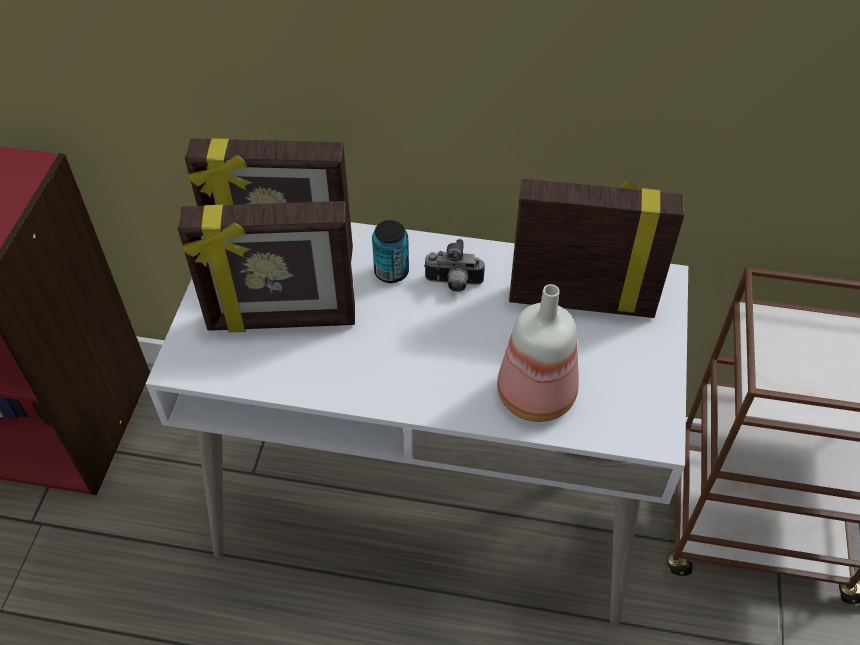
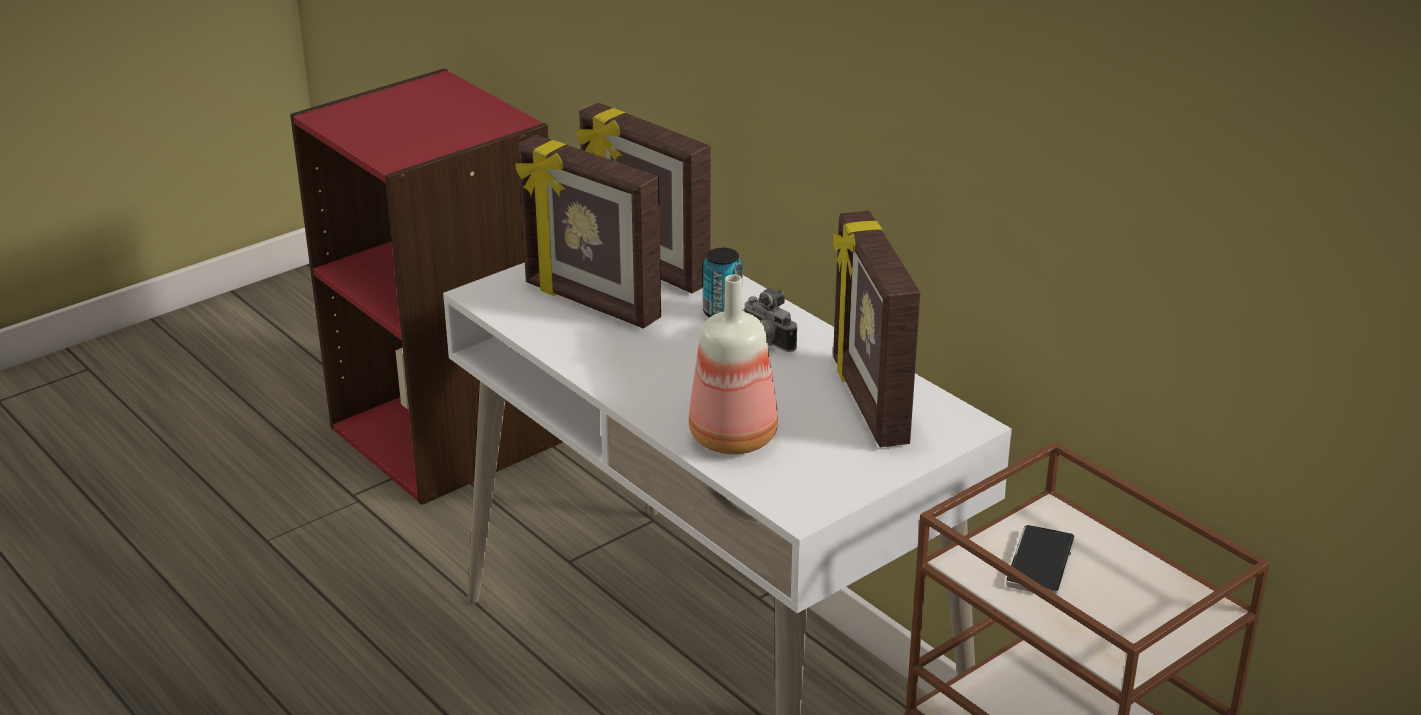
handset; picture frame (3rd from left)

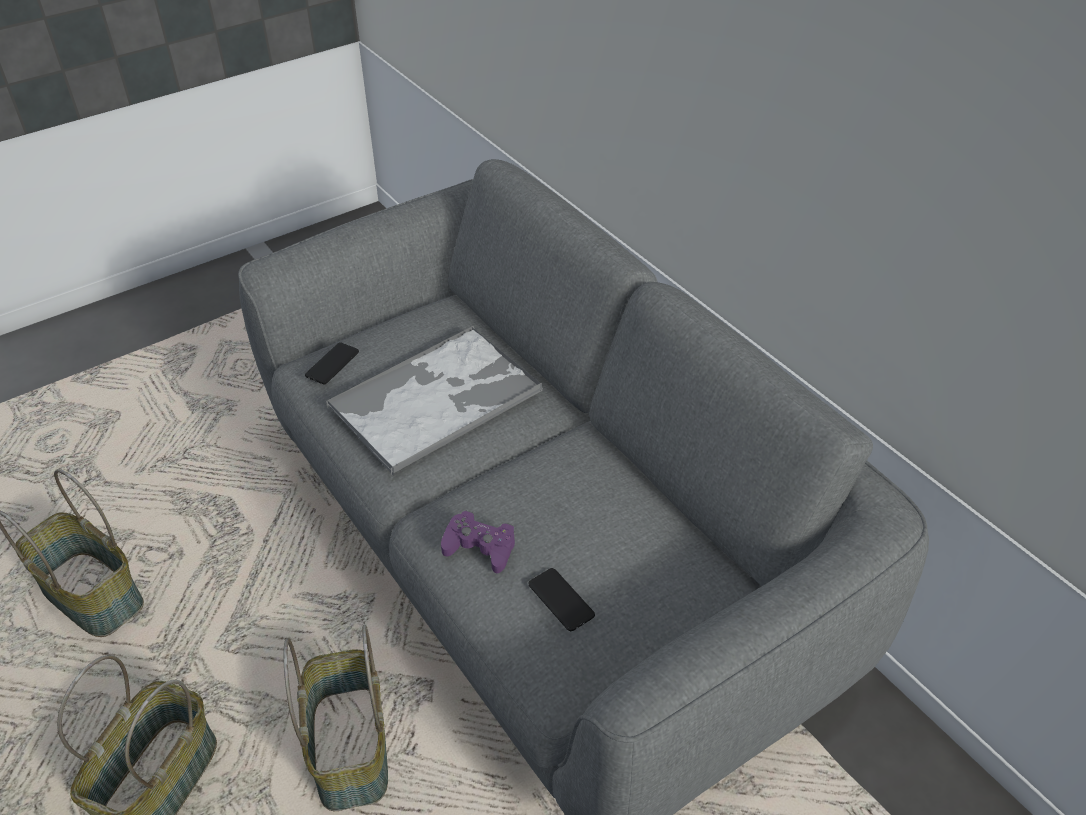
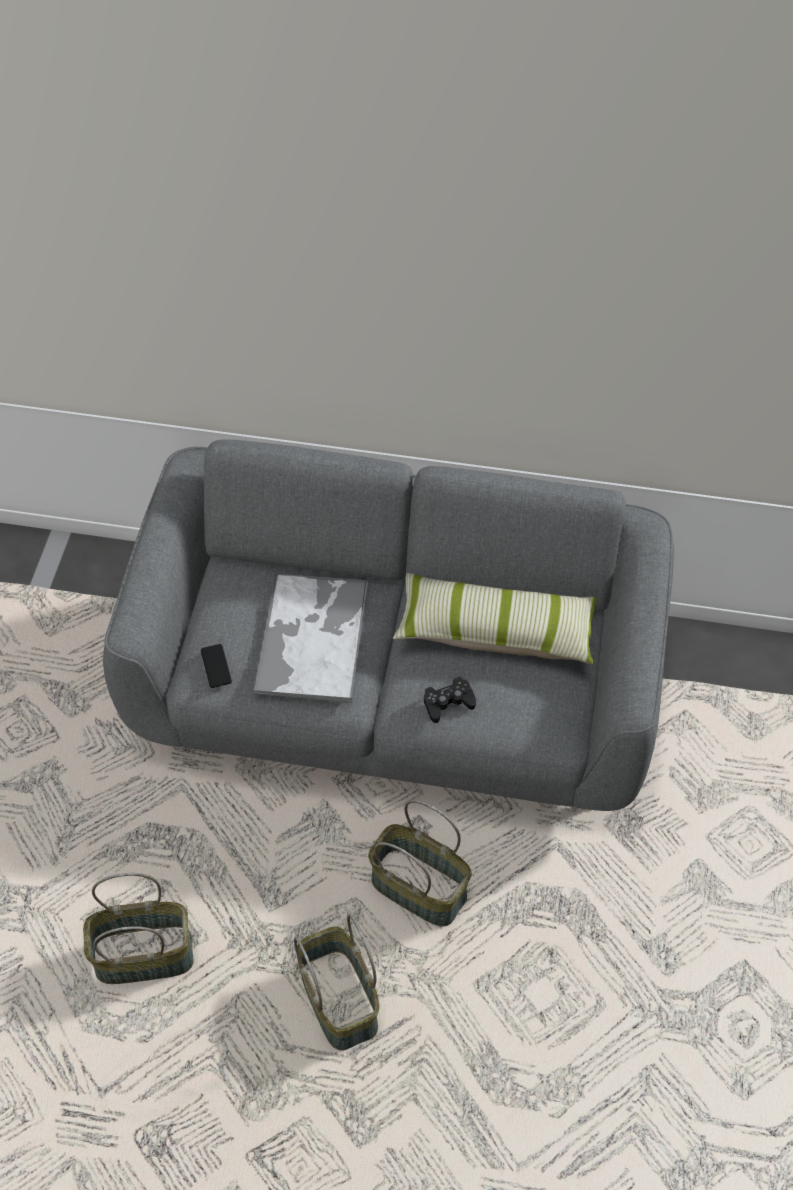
handset (2nd from left in the first image); pillow; joypad (blackish)

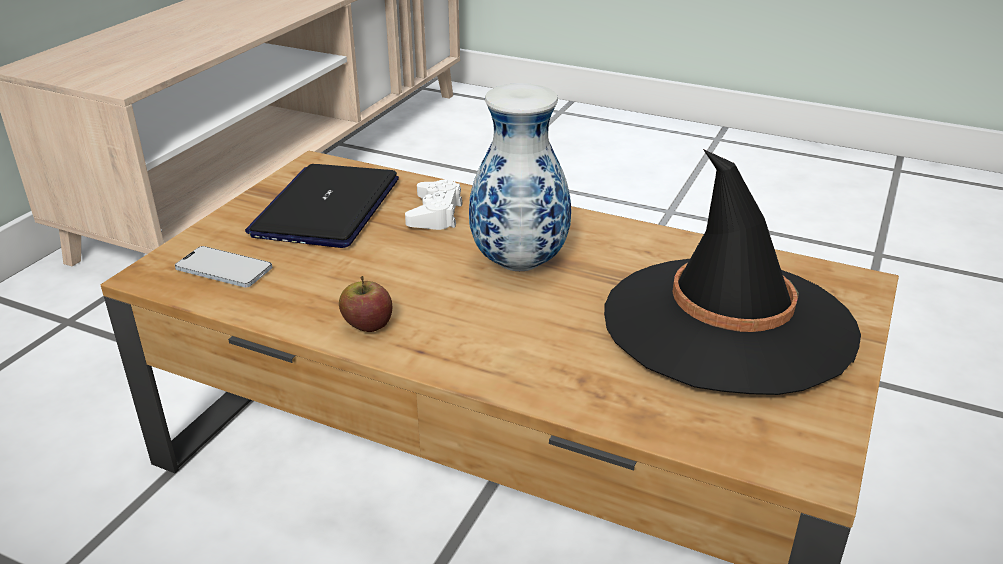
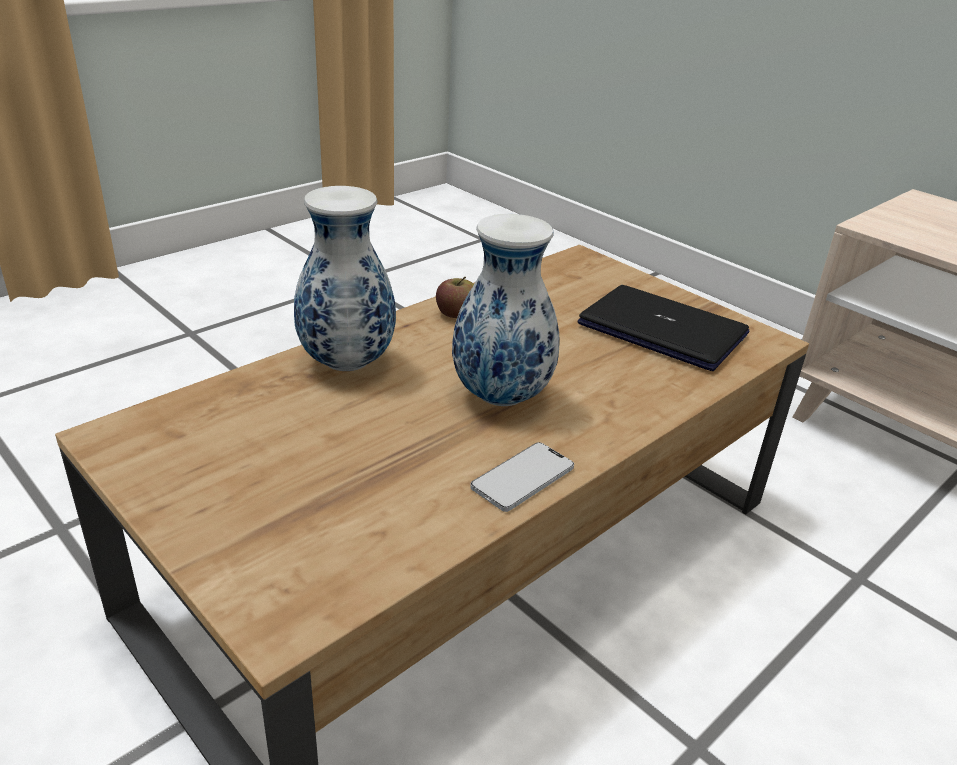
joypad (white-coloured); clothing hat (blackish); flower vase (1st from left); handset

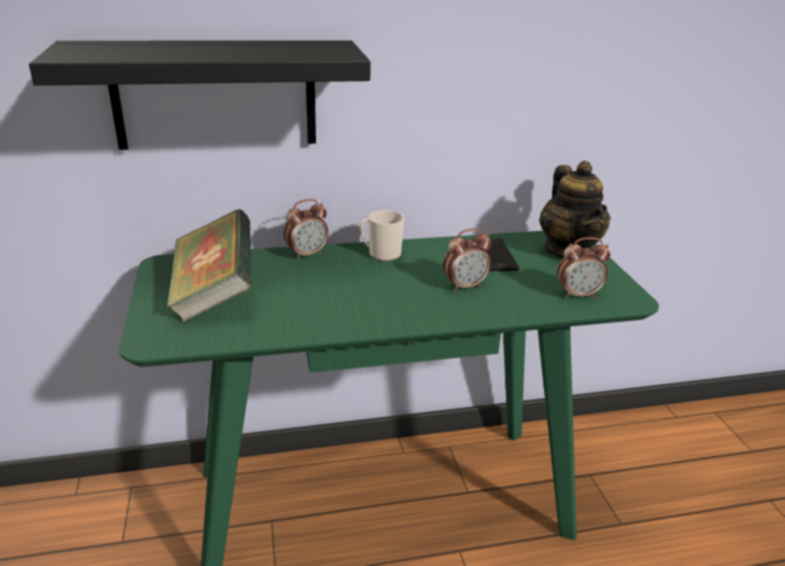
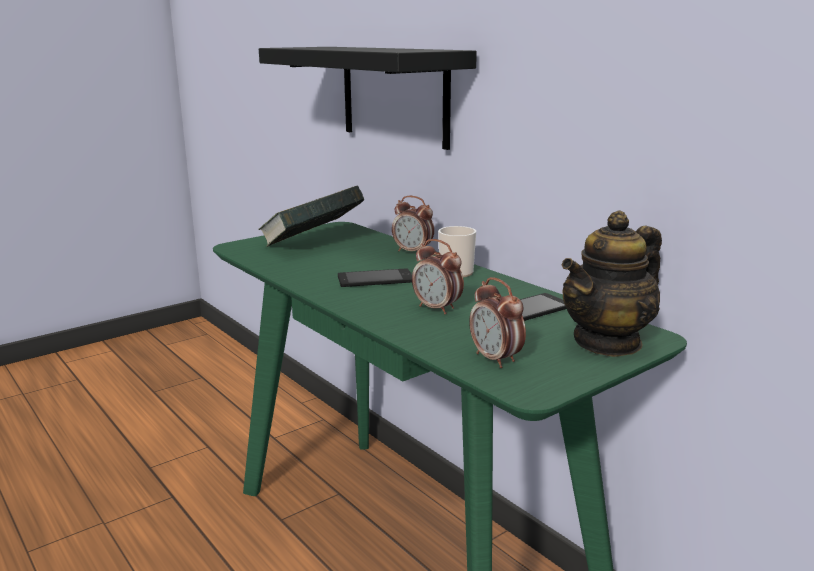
handset (1st from left)

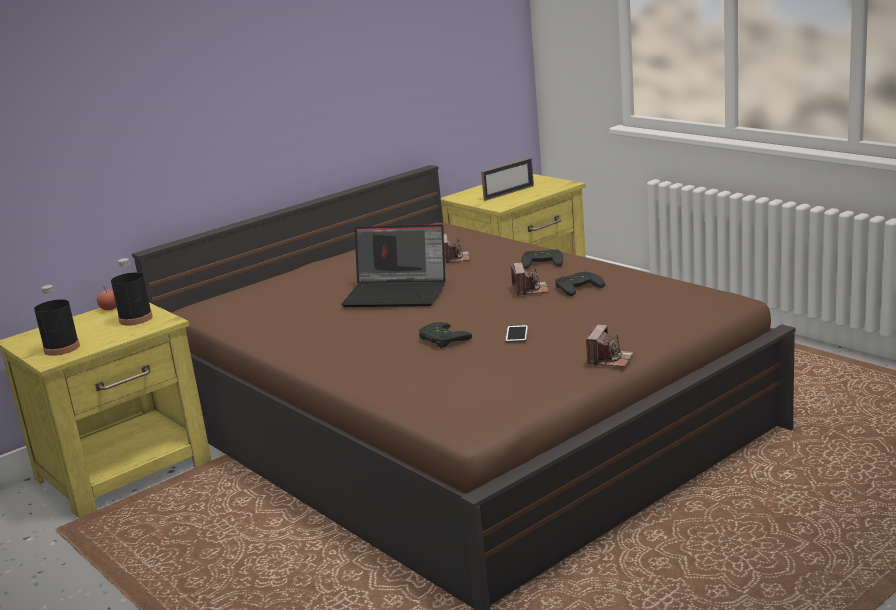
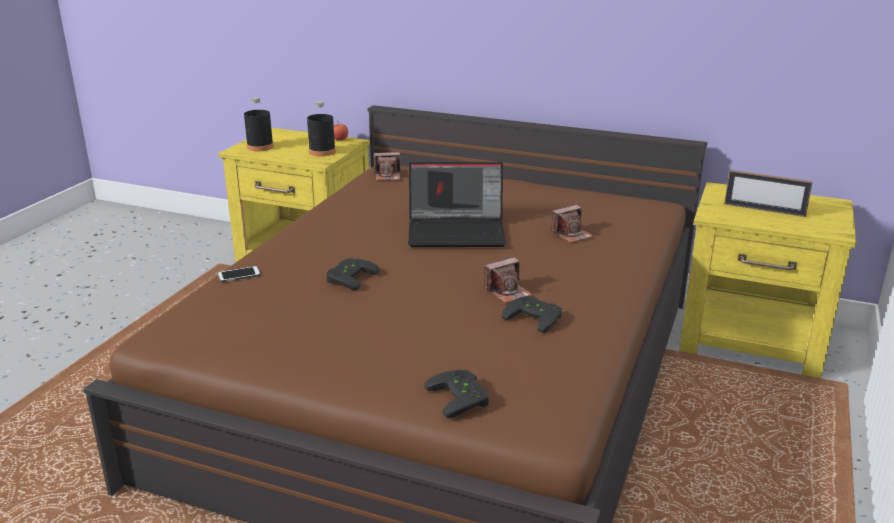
handset; joypad (blackish) (2nd from left); photo camera (1st from left); laptop

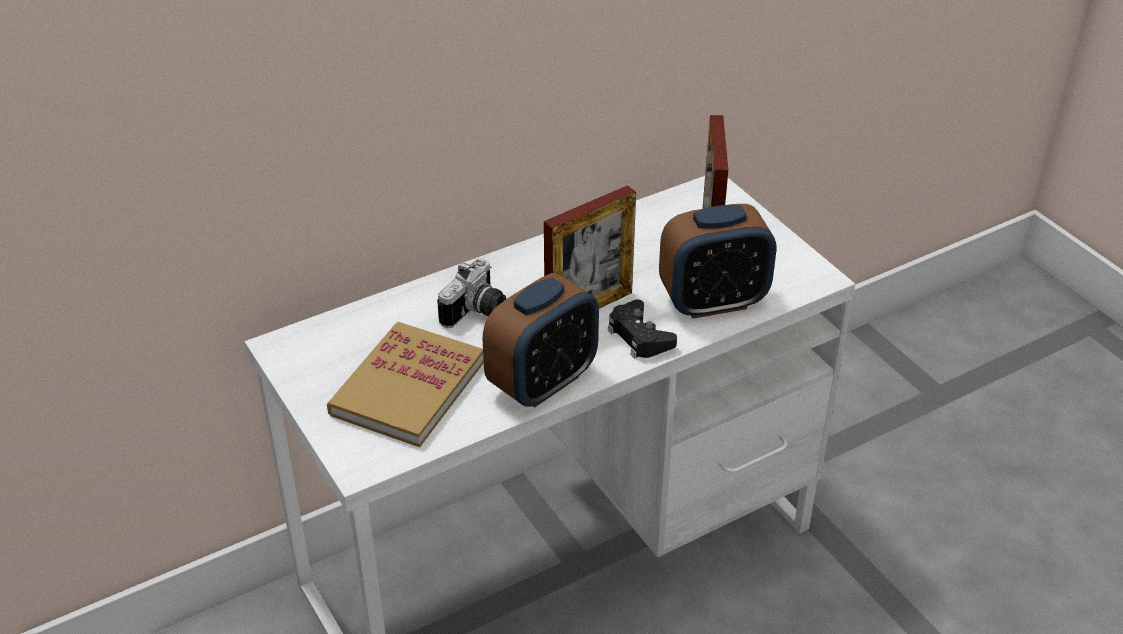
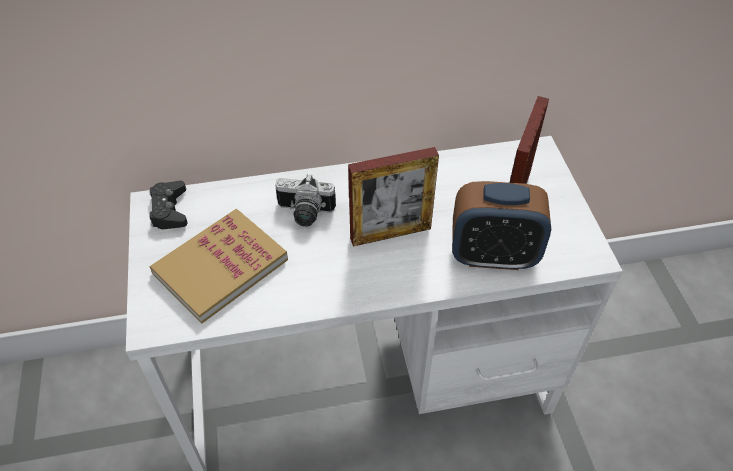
table clock (1st from left in the first image); joypad (blackish); photo camera

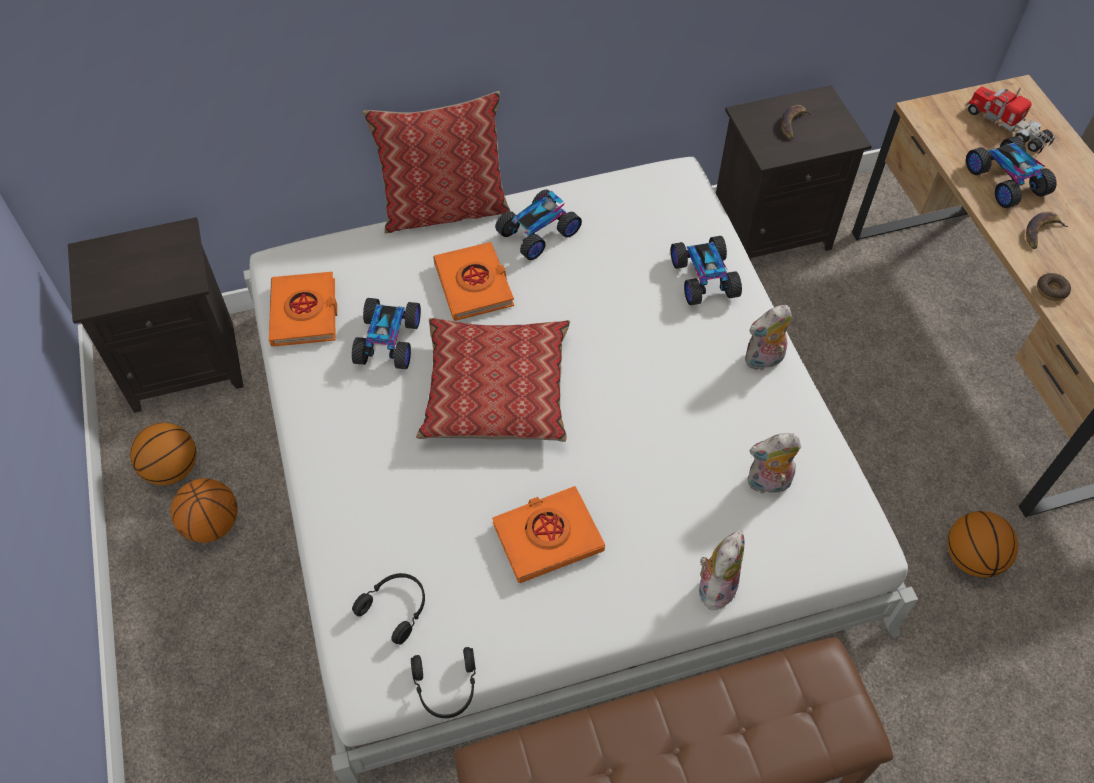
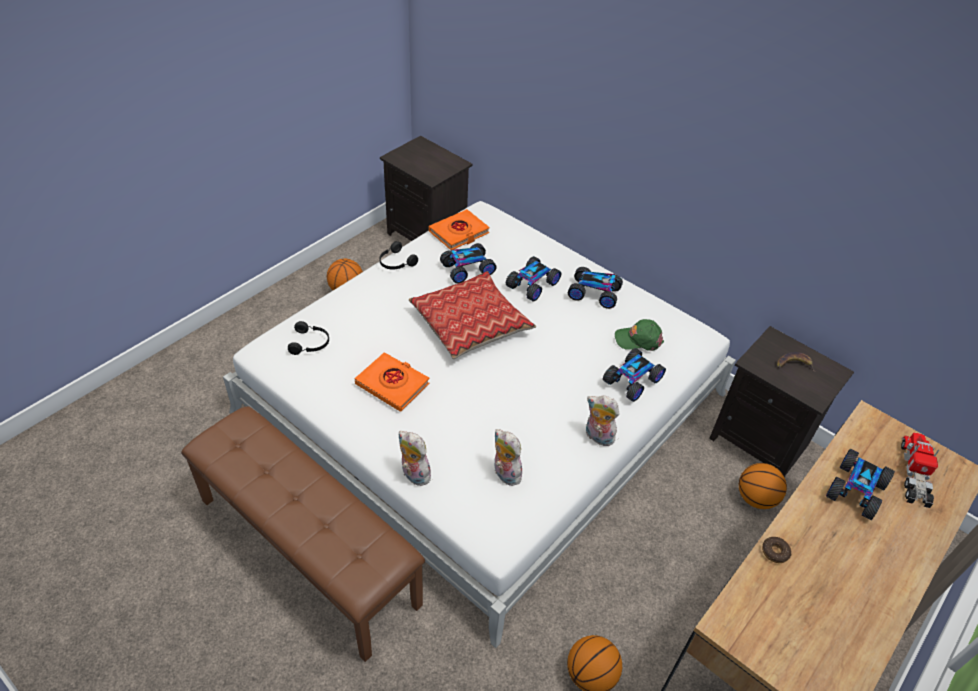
pillow (1st from left in the first image); whole banana (2nd from left in the first image); peaked cap (greenish); ball for basketball (3rd from left); headphones (blackish) (2nd from left); miniature car (2nd from left); cuddly toy (1st from left)

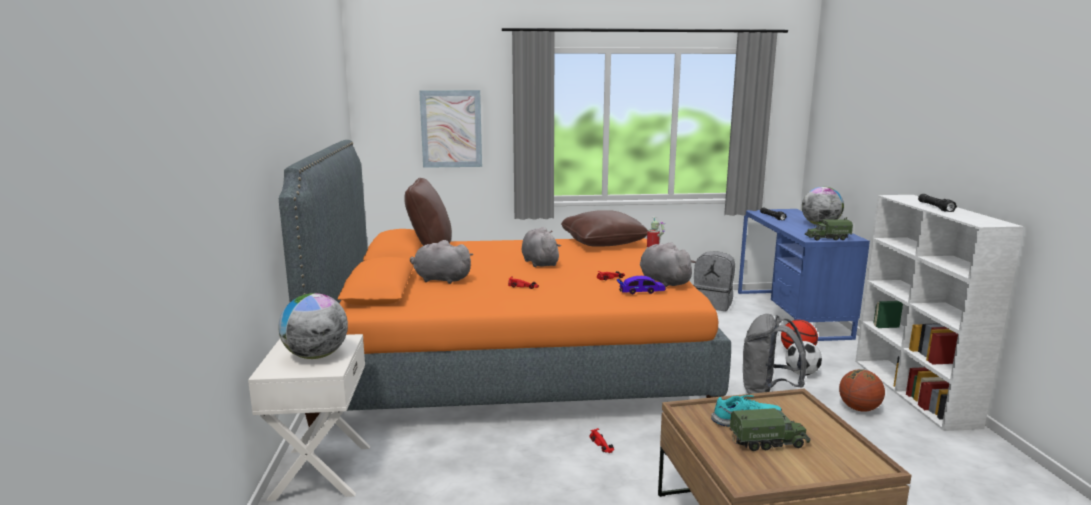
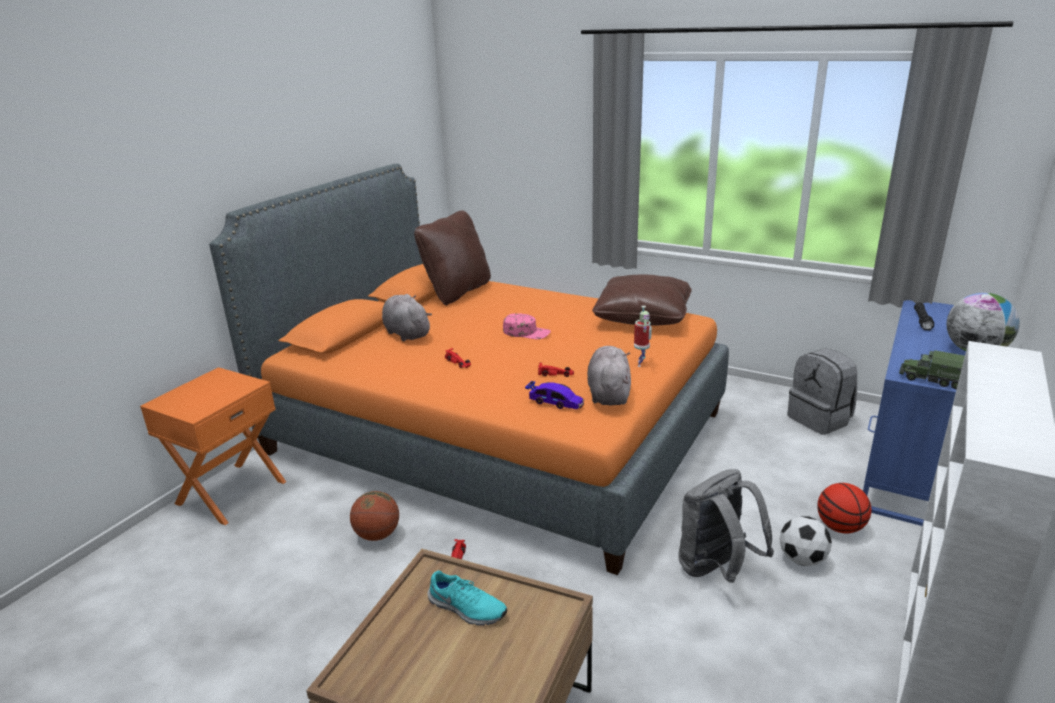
world globe (1st from left in the first image); wall picture; model truck (1st from left in the first image); hand torch (blackish) (2nd from left in the first image); ball for basketball (1st from left); peaked cap (pink); bedside table (orangey)

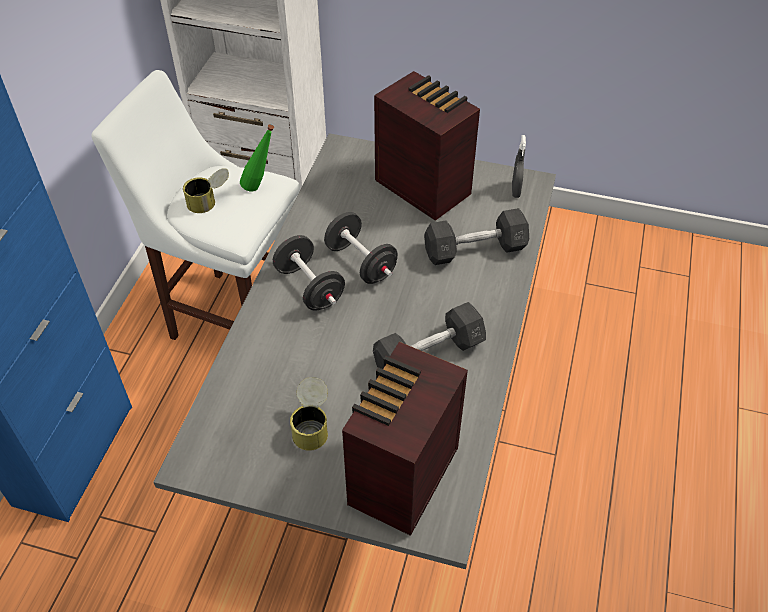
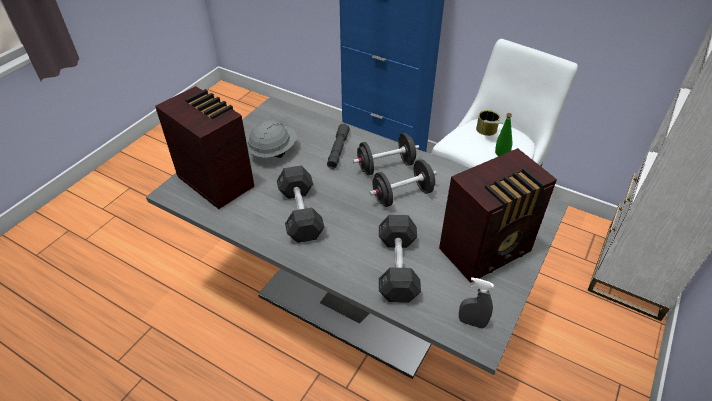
hand torch (greyish); hard hat (greyish)

